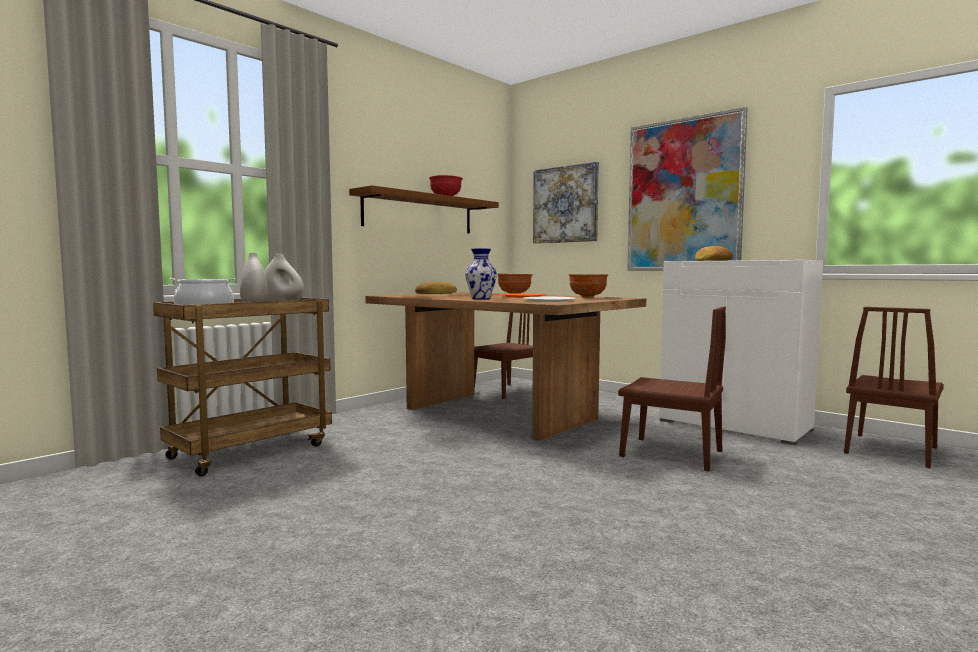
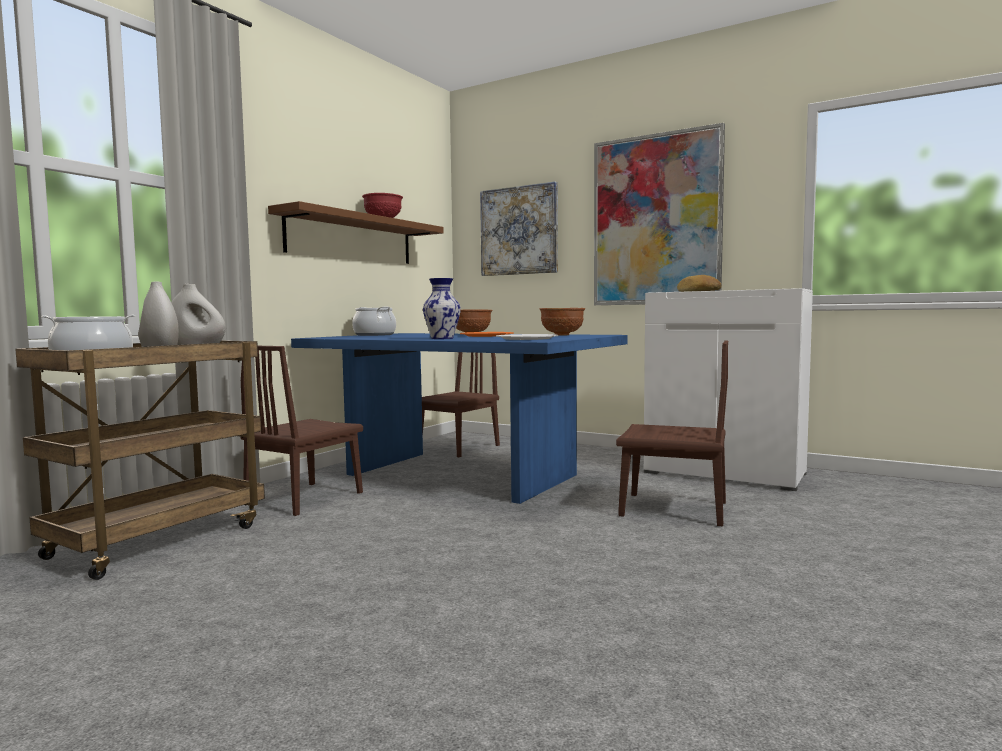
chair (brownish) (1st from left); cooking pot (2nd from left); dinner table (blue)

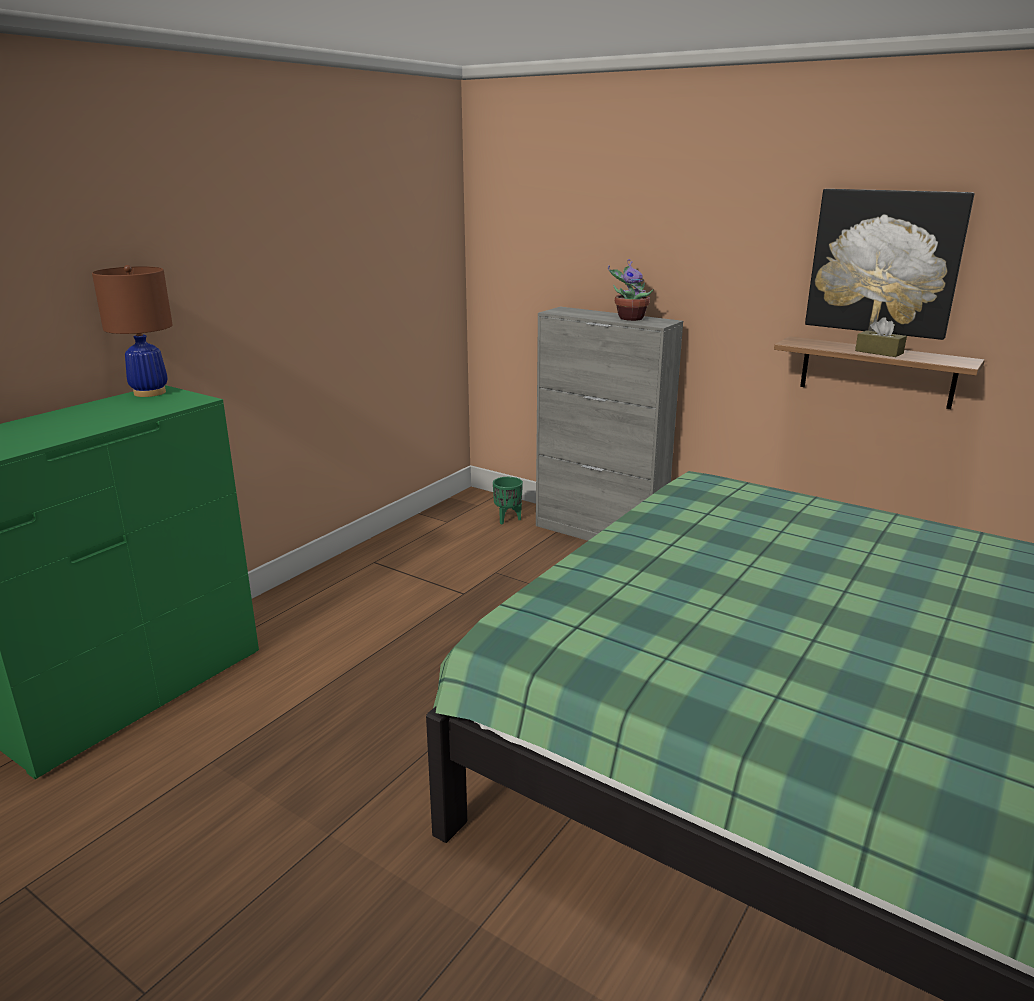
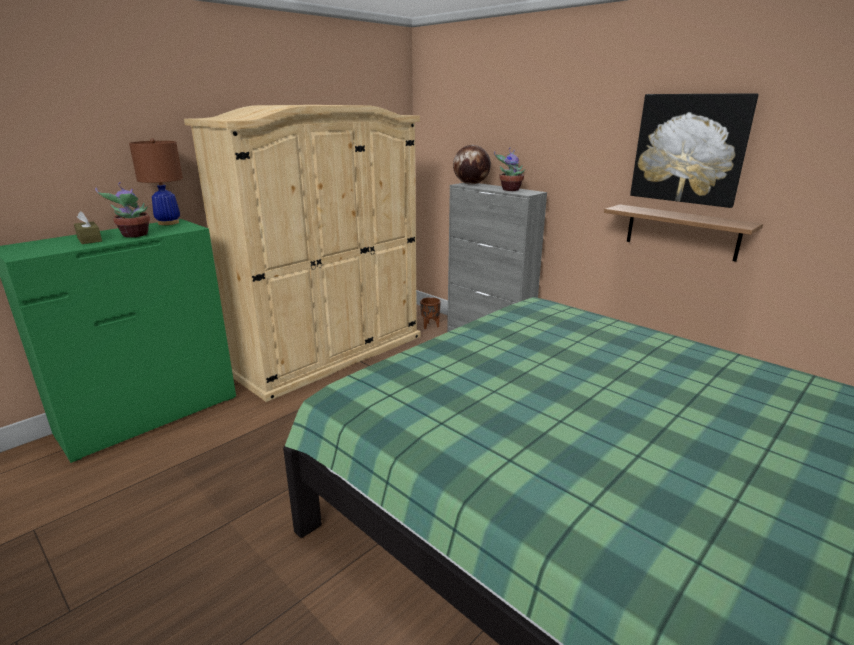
plant in a pot (1st from left); clothes cupboard (beige-coloured); world globe; box of tissues (brownish); planter (brownish)

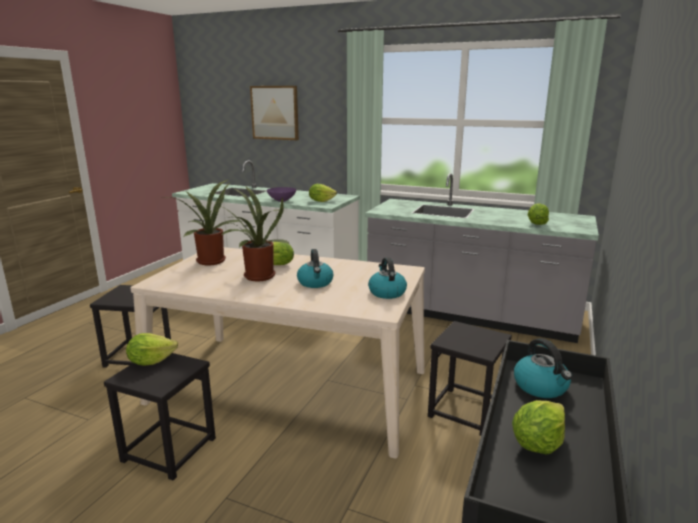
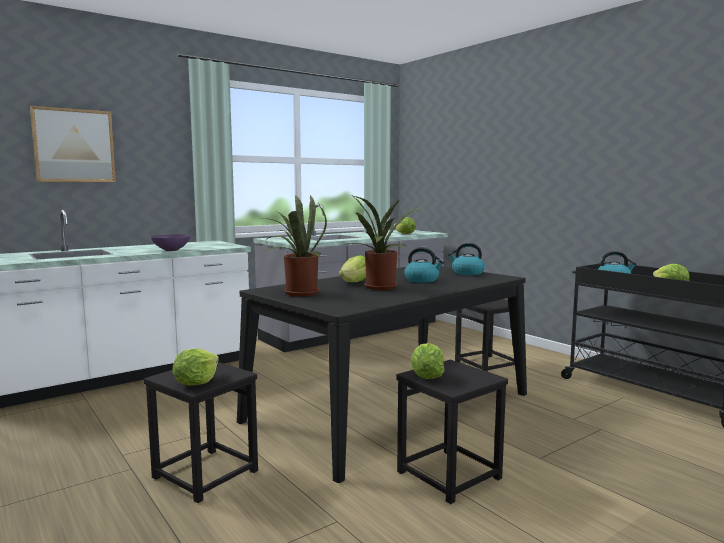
lettuce head (1st from left); dinner table (blackish)

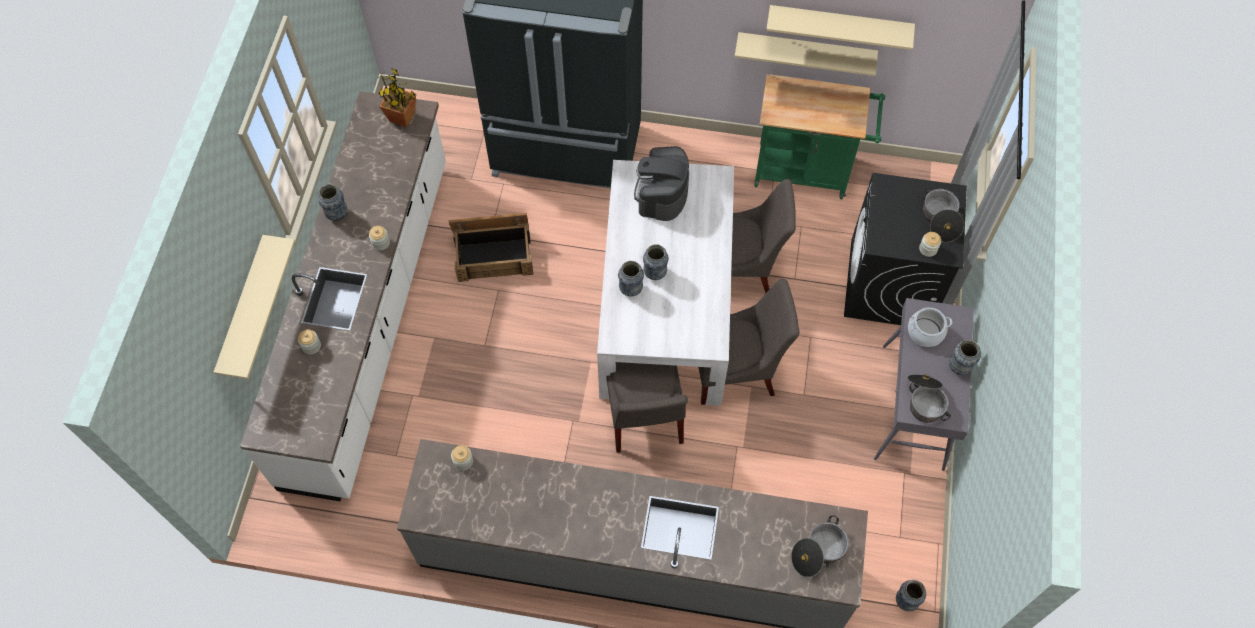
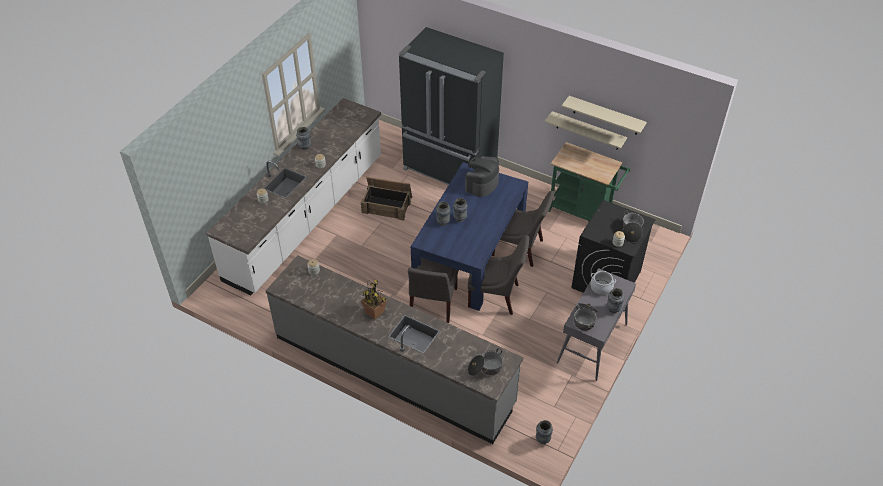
bracket shelf (beige-coloured) (1st from left in the first image); plant in a pot; dinner table (blue)

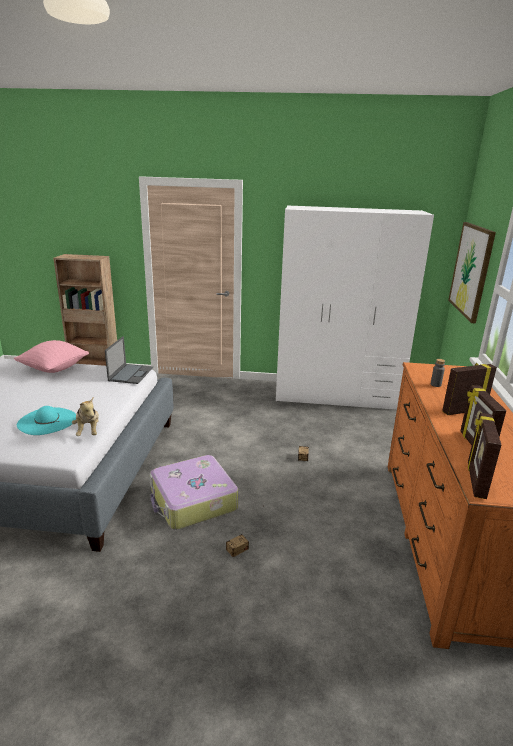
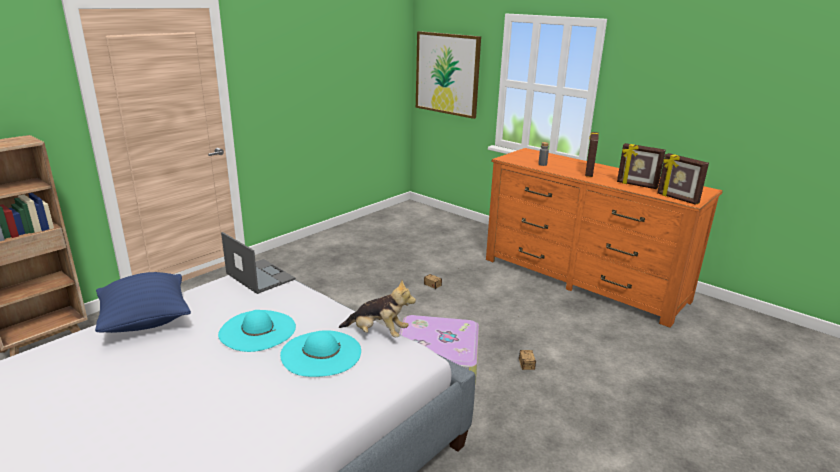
clothes cupboard (white-coloured); clothing hat (turquoise) (1st from left); pillow (blue)

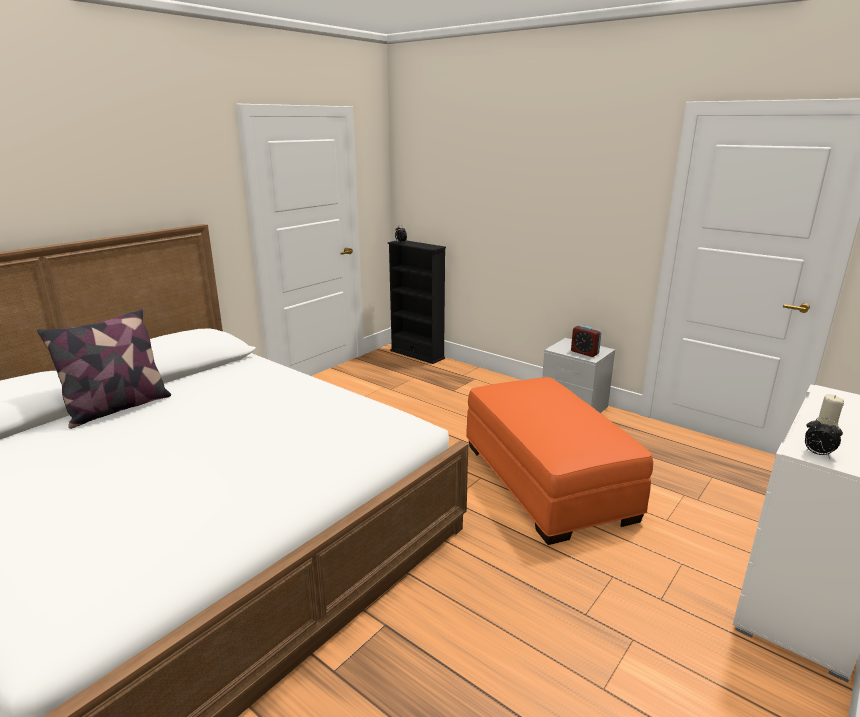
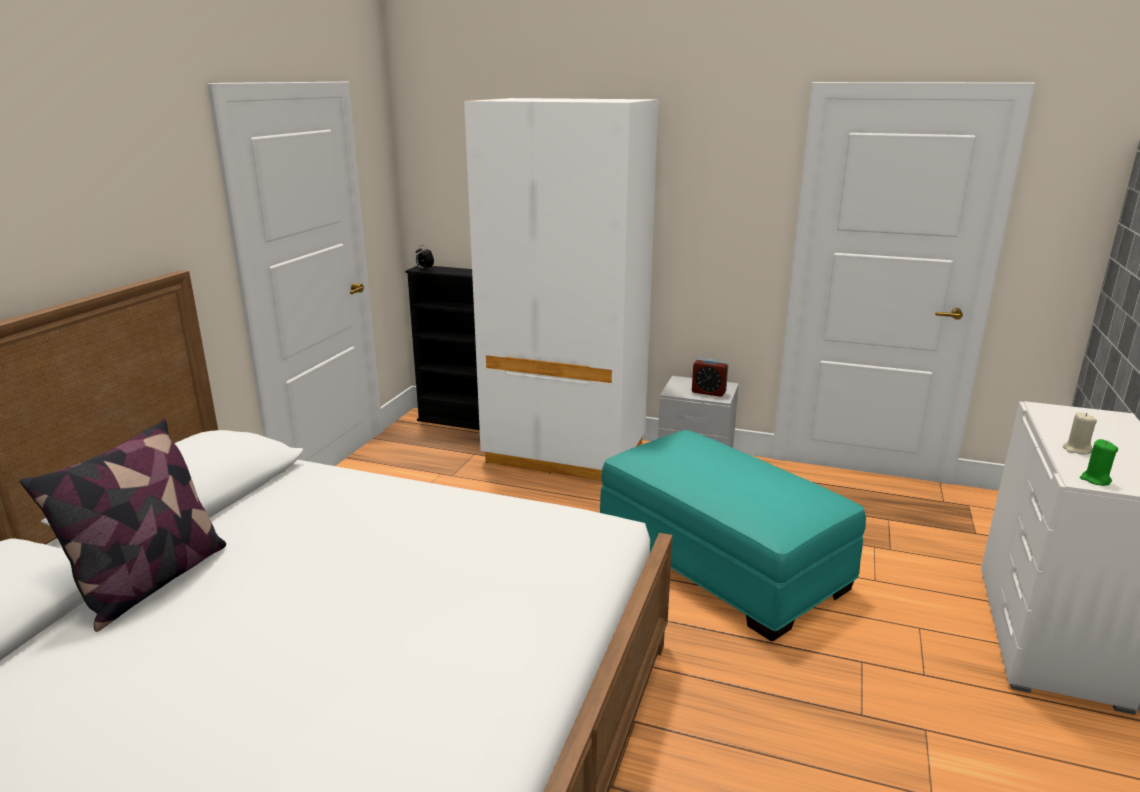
clothes cupboard (white-coloured); wax light (greenish); pouffe (turquoise)

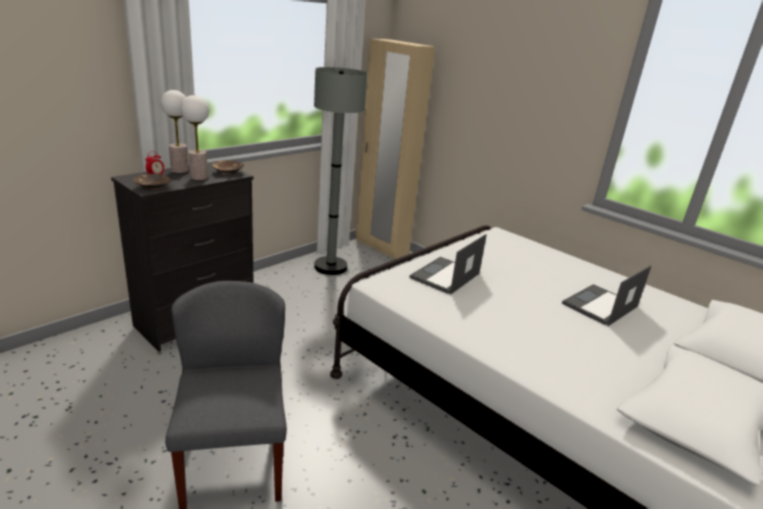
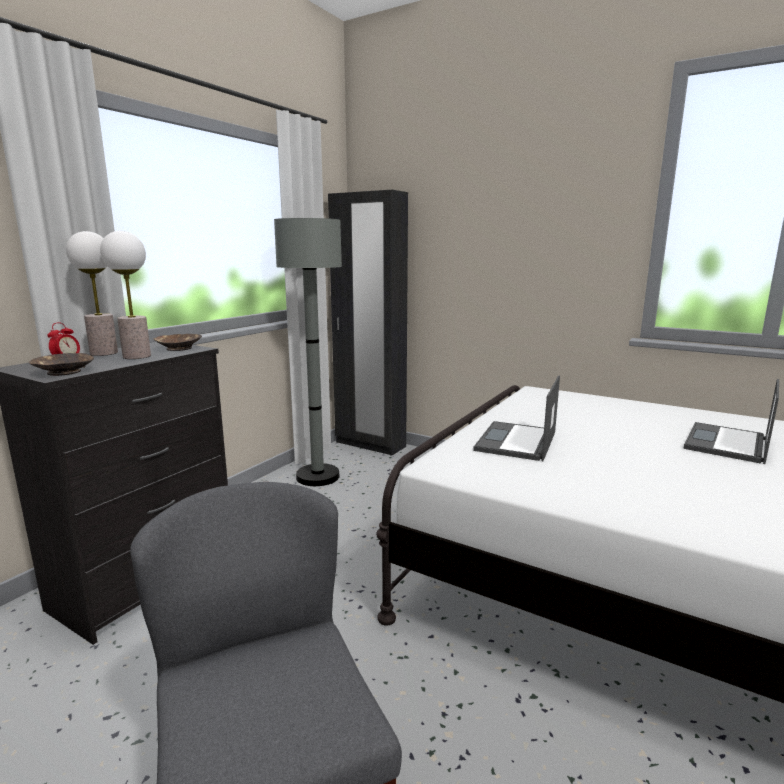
clothes cupboard (blackish)

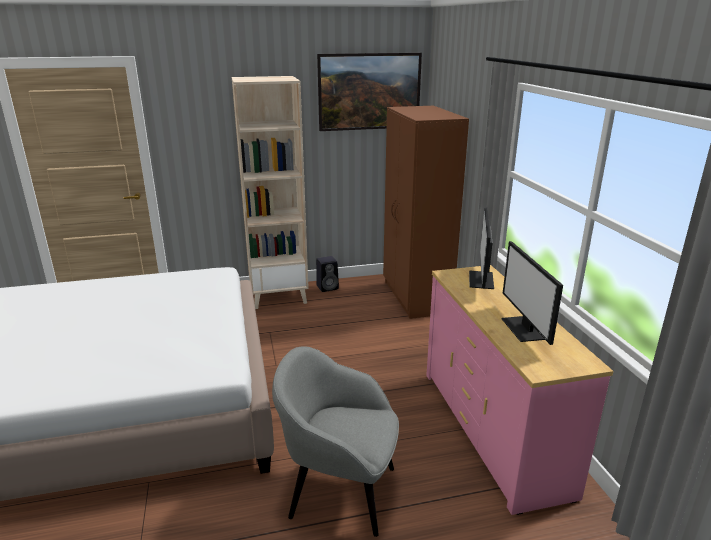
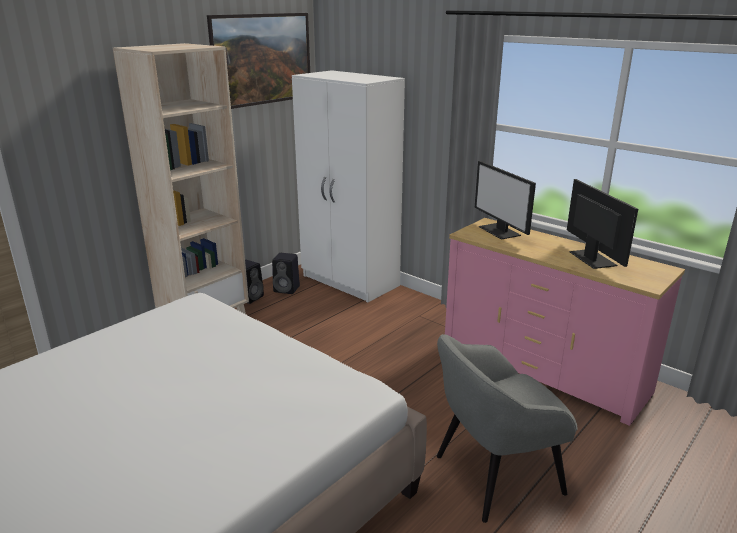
speaker (blackish) (2nd from left); clothes cupboard (white-coloured); computer display (2nd from left)

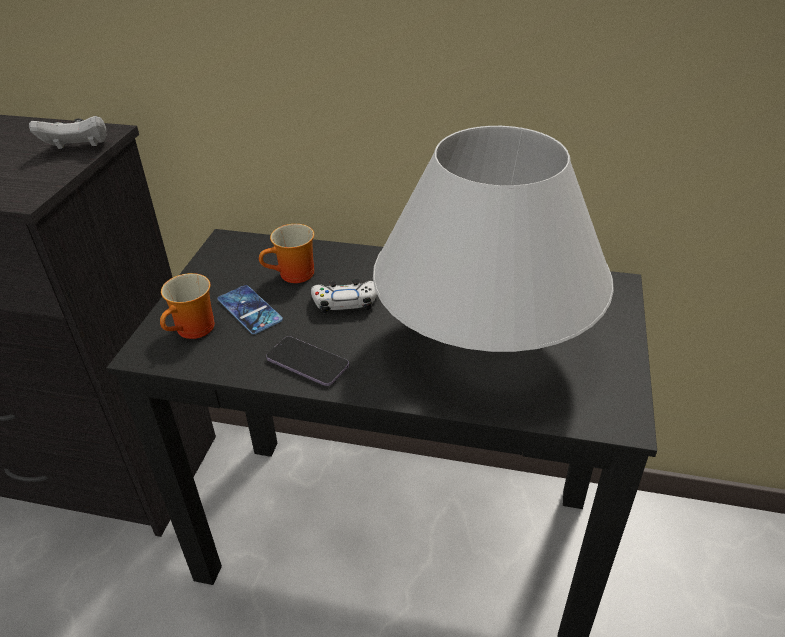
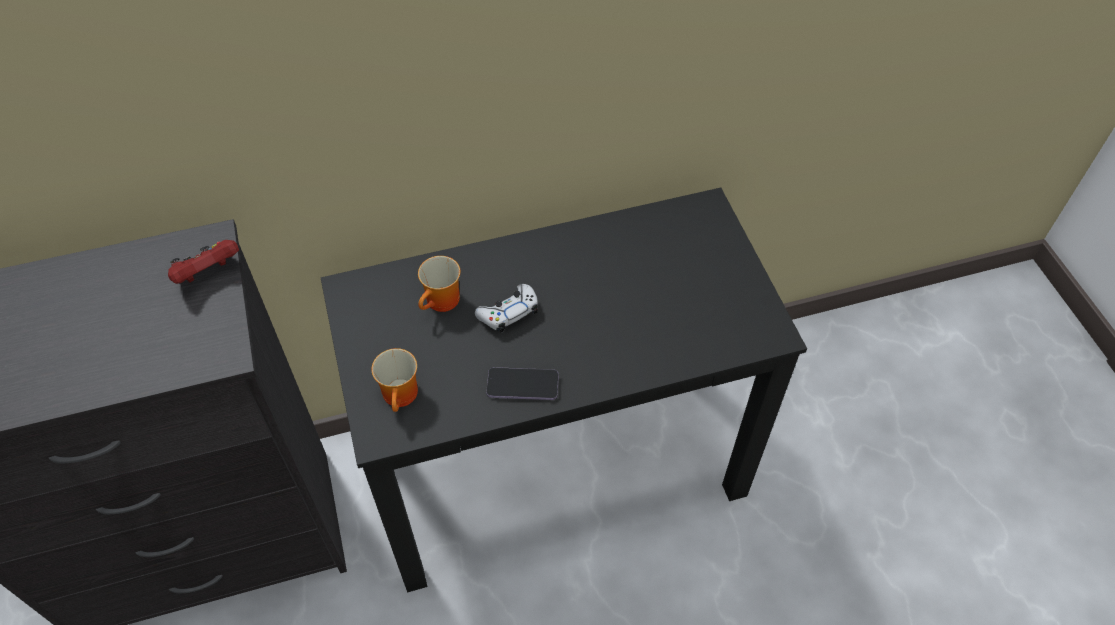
handset (1st from left in the first image); lamp for a table (white-coloured); joypad (red-coloured)

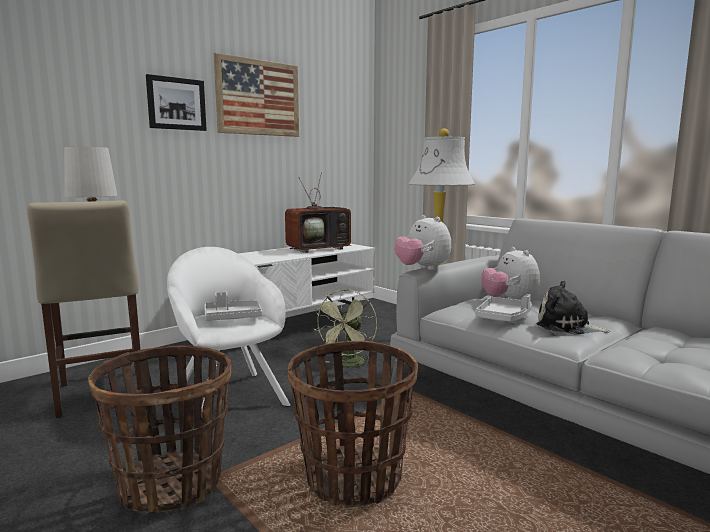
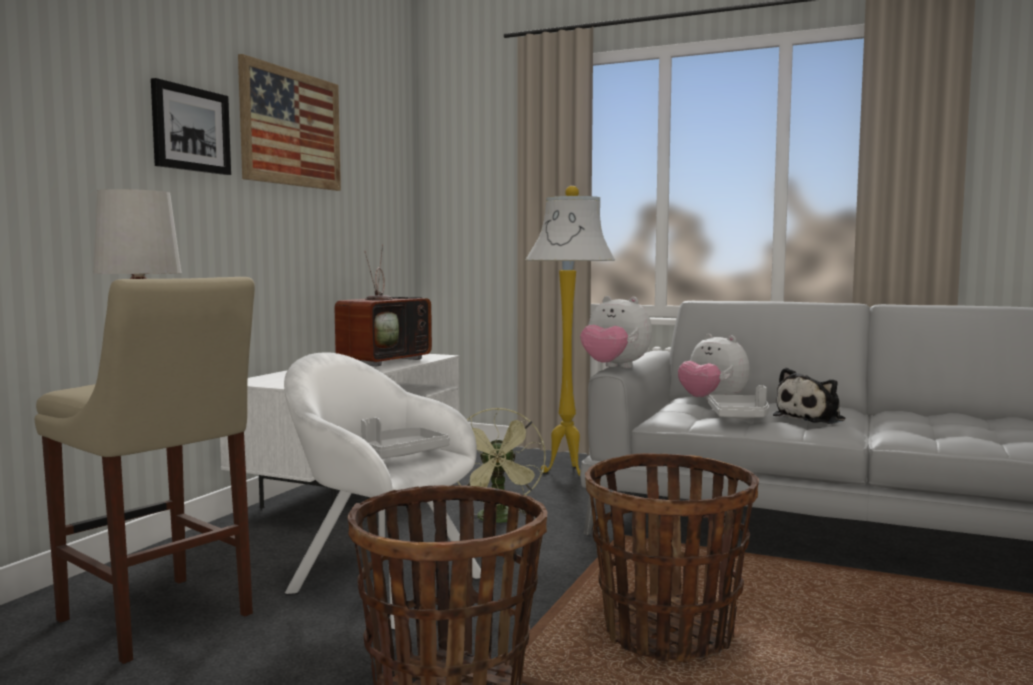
cuddly toy (3rd from left)

